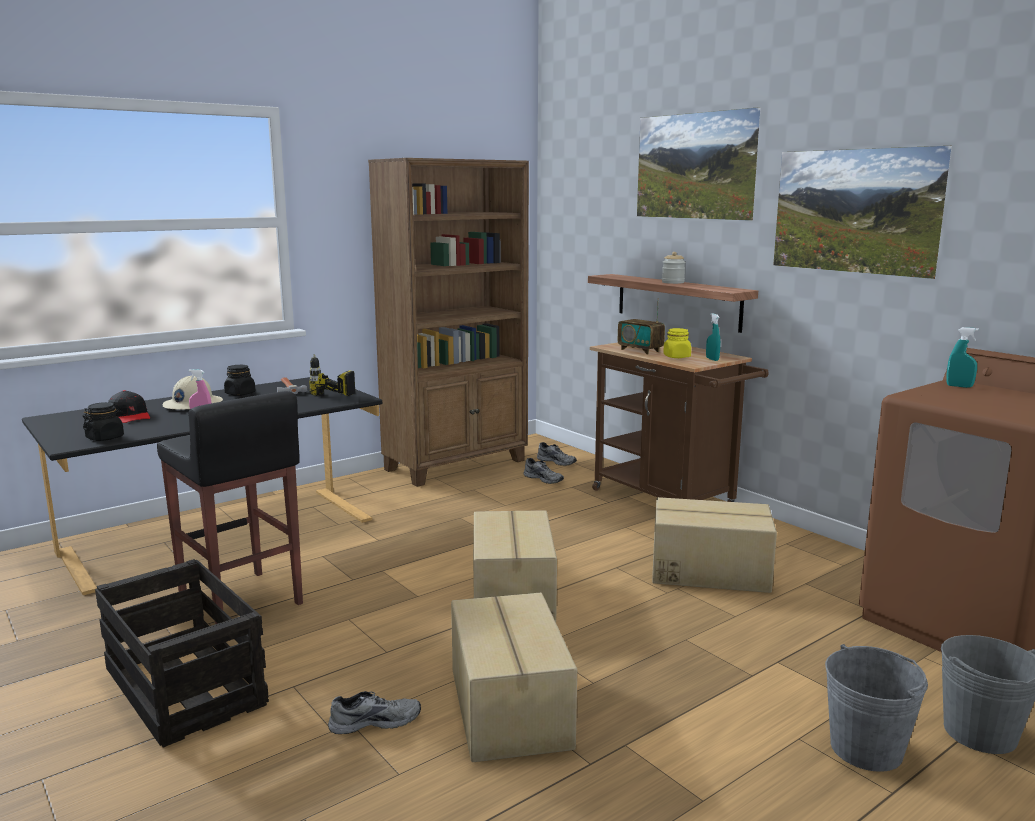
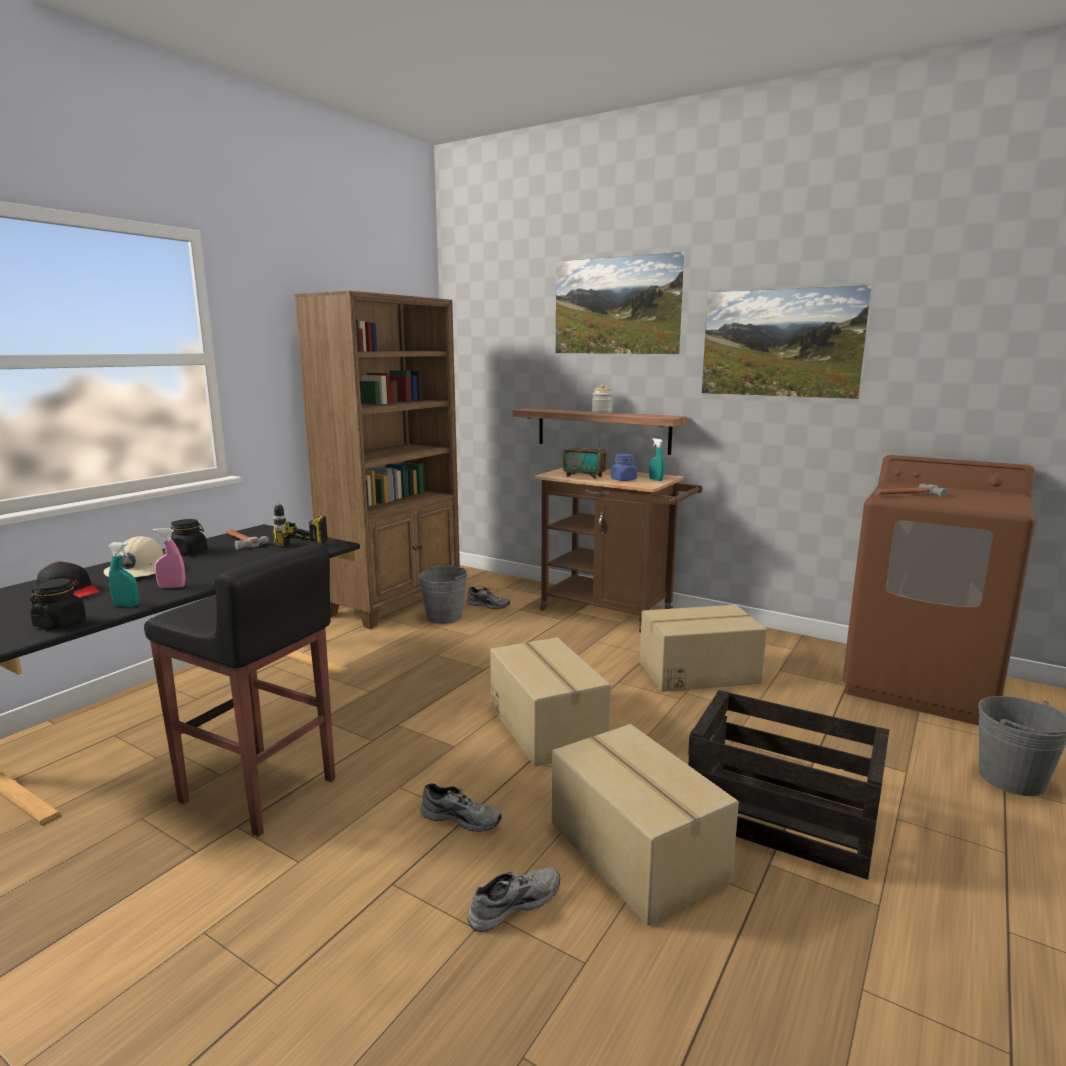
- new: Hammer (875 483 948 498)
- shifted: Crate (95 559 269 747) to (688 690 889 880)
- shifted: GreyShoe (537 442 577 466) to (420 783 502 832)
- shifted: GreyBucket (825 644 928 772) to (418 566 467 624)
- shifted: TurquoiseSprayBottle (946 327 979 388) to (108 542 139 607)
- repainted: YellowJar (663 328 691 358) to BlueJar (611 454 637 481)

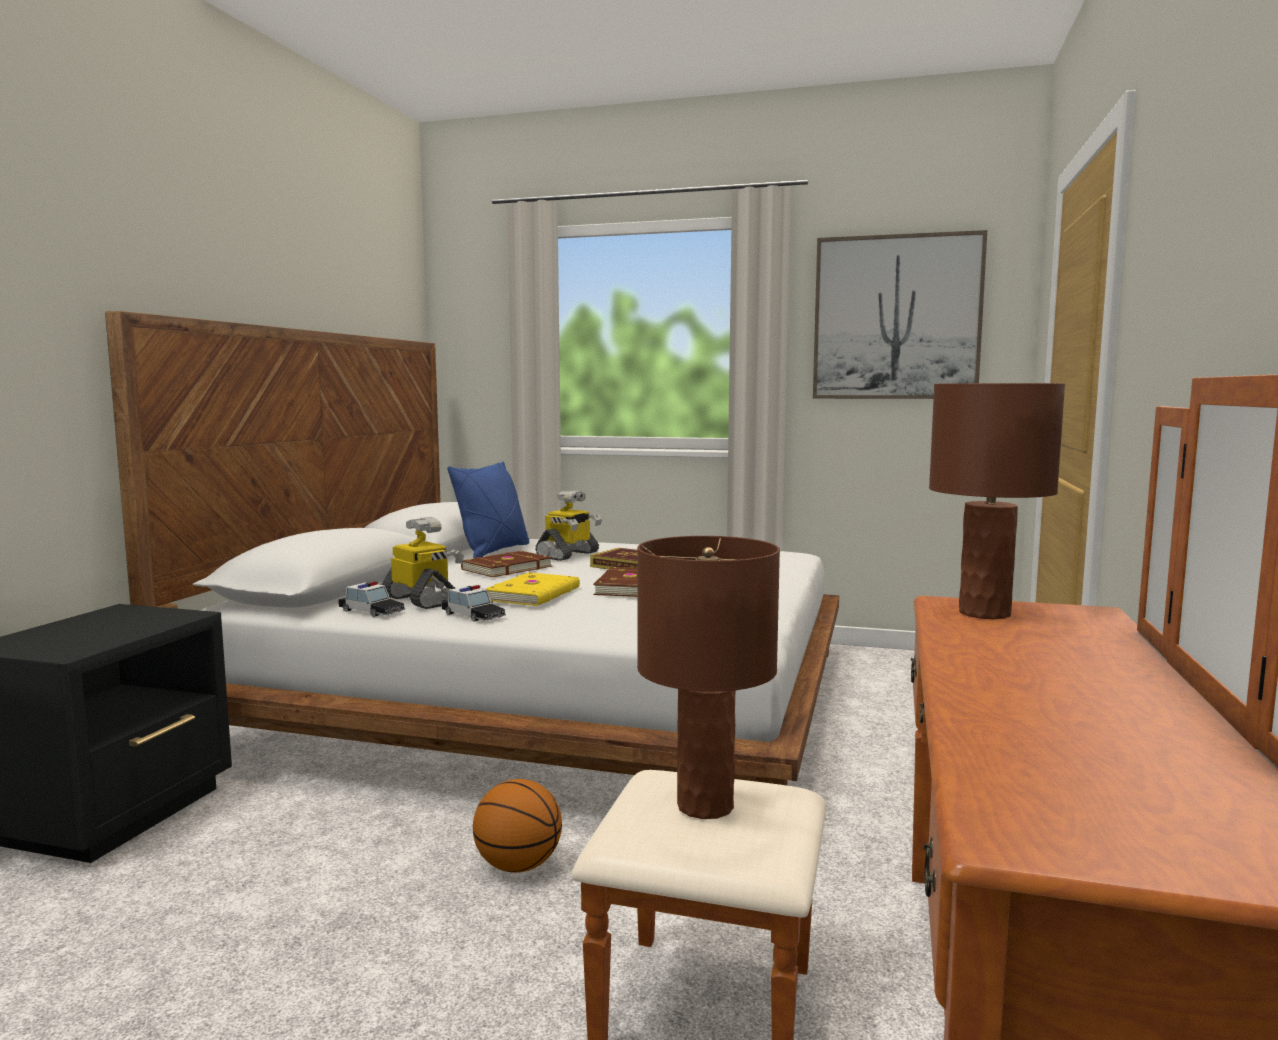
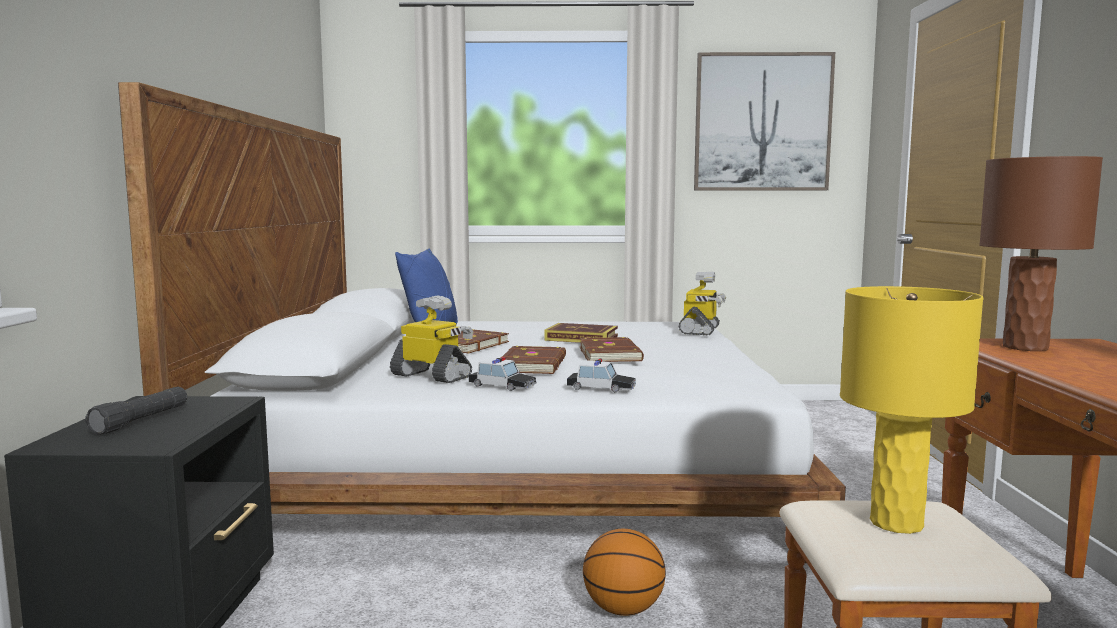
- new: BlackFlashlight (85 387 187 435)
- shifted: ToyCar (338 581 405 617) to (567 359 636 392)
- shifted: ToyRobot (535 490 602 561) to (678 272 726 335)
- repainted: YellowBook (486 572 580 606) to BrownBook (500 346 566 374)
- repainted: BrownTableLamp (637 536 780 819) to YellowTableLamp (840 286 984 534)

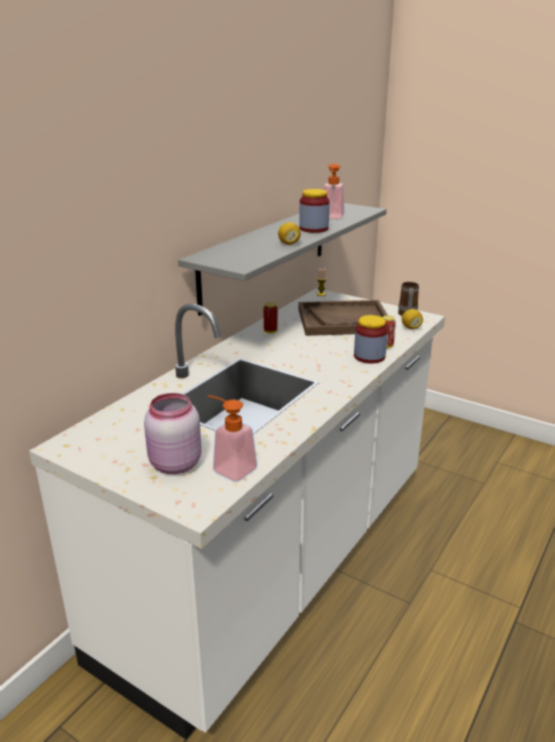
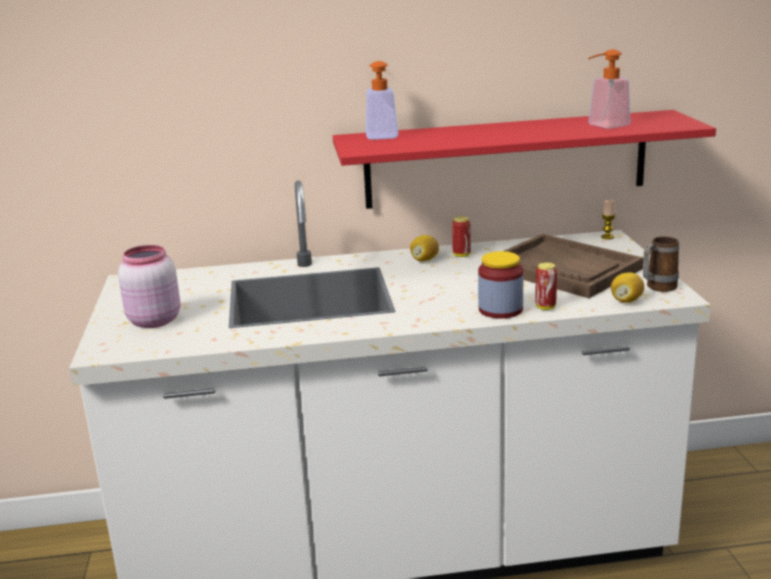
- gone: Jar (299 189 330 233)
- shifted: SoapDispenser (208 395 257 482) to (366 61 398 140)
- shifted: Lemon (278 222 301 245) to (410 235 439 262)
- repainted: GreyShelf (178 203 387 316) to RedShelf (333 110 716 209)

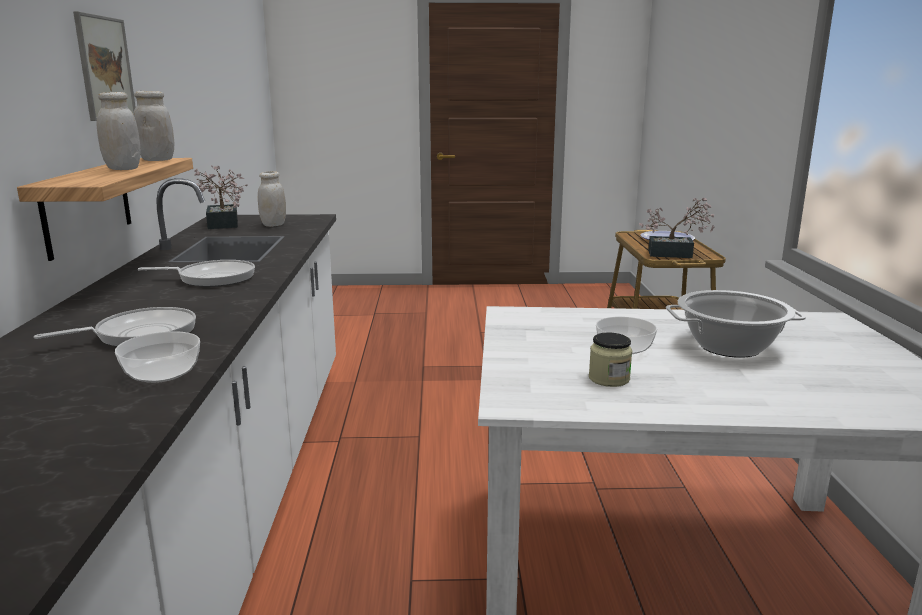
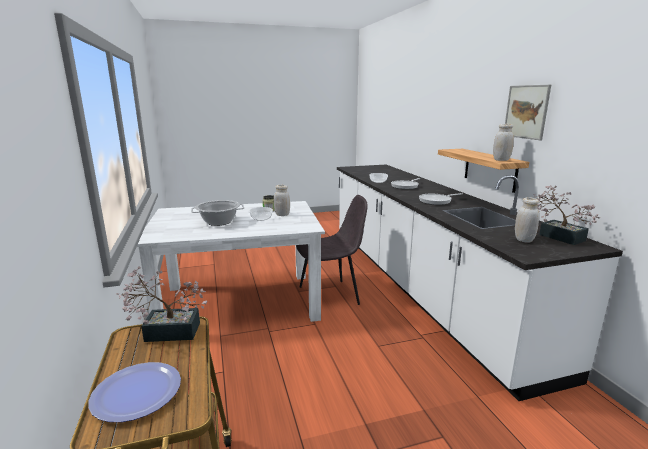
- new: GreyChair (296 195 368 305)
- shifted: WhiteJar (97 92 141 170) to (274 185 290 216)

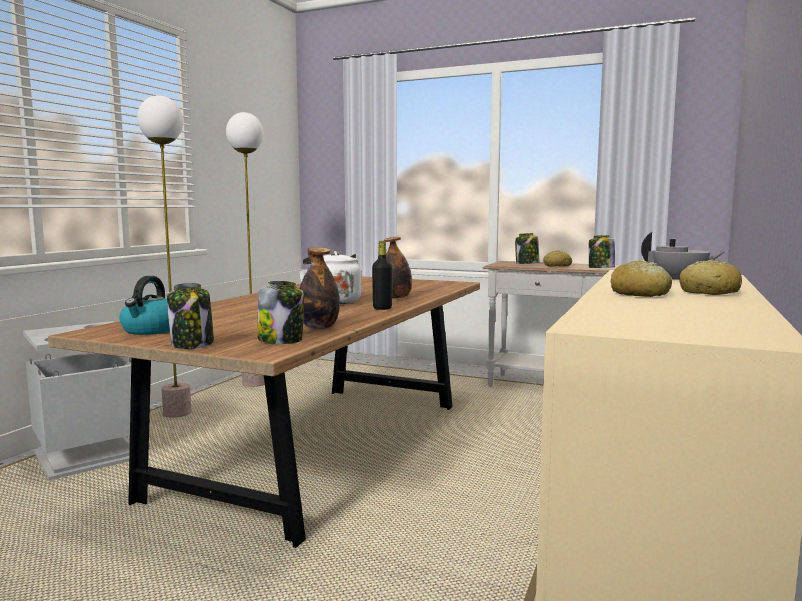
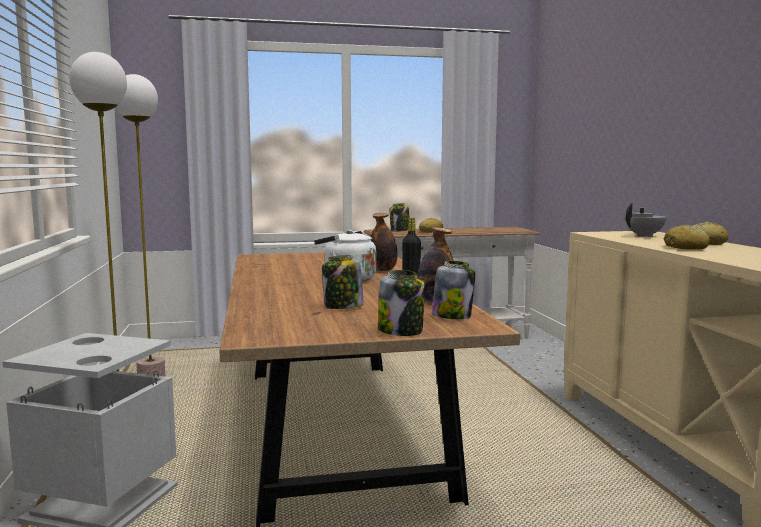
- gone: Kettle (119 276 170 335)
- shifted: Jar (589 235 615 268) to (322 255 364 309)

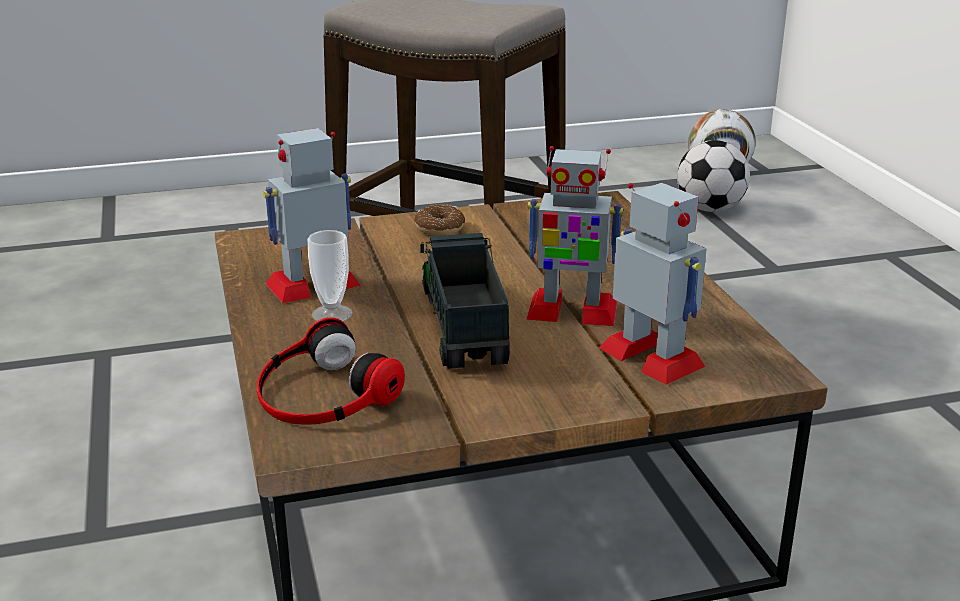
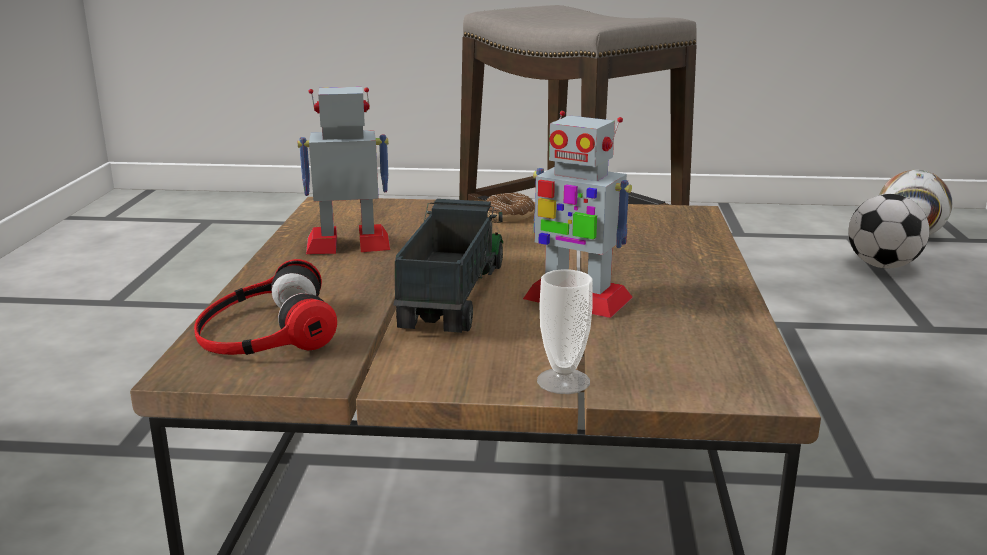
- gone: ToyRobot (599 183 706 385)
- shifted: Cup (308 230 352 321) to (537 269 593 394)

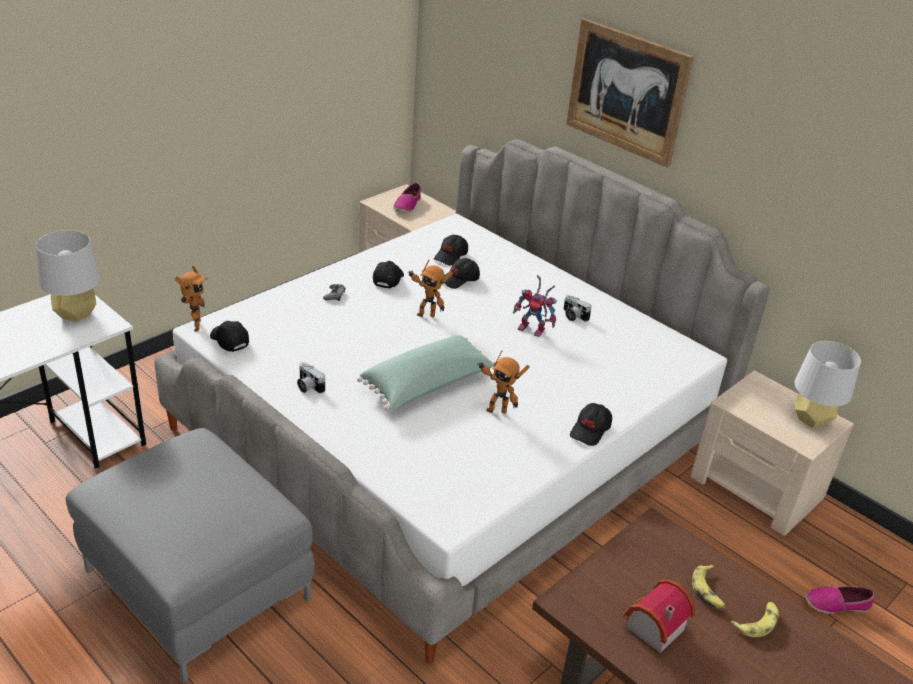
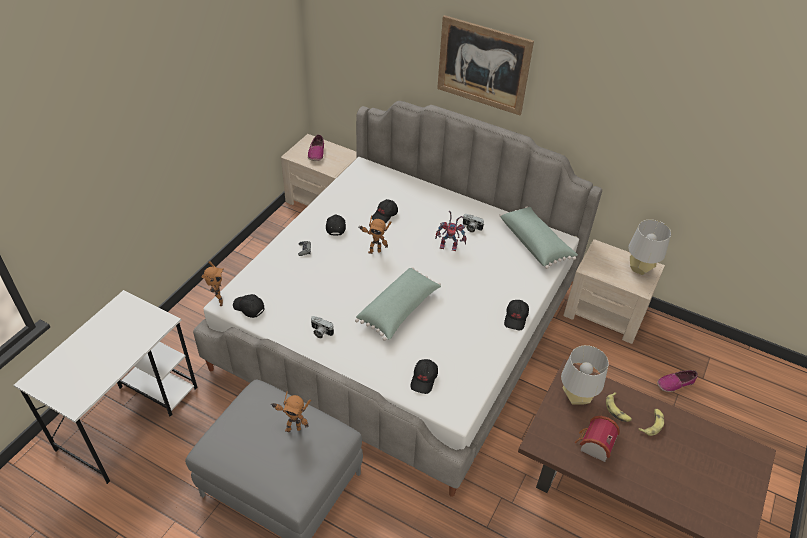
- new: GreenPillow (499 206 578 269)
- shifted: GreyTableLamp (36 230 100 322) to (561 345 609 405)
- shifted: BlackCap (434 235 468 265) to (410 359 438 394)
- shifted: ToyRobot (477 350 530 414) to (272 391 311 432)

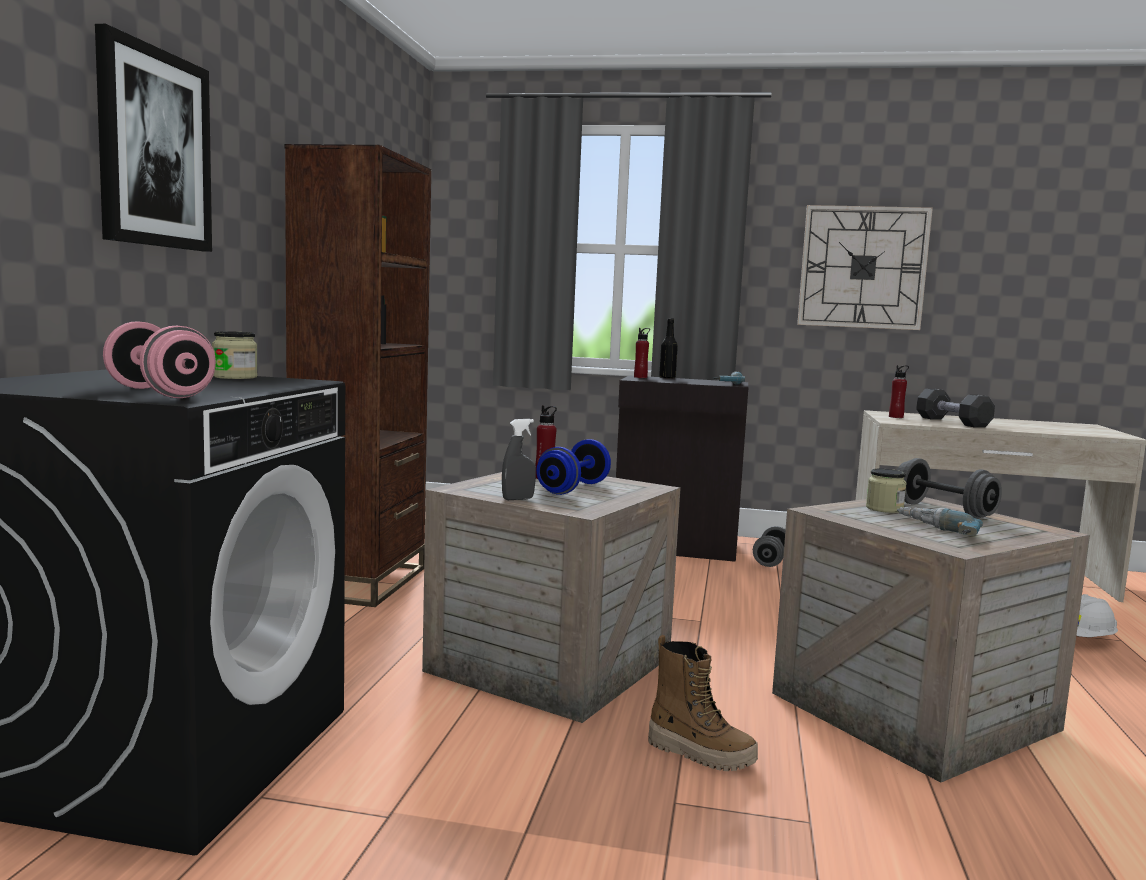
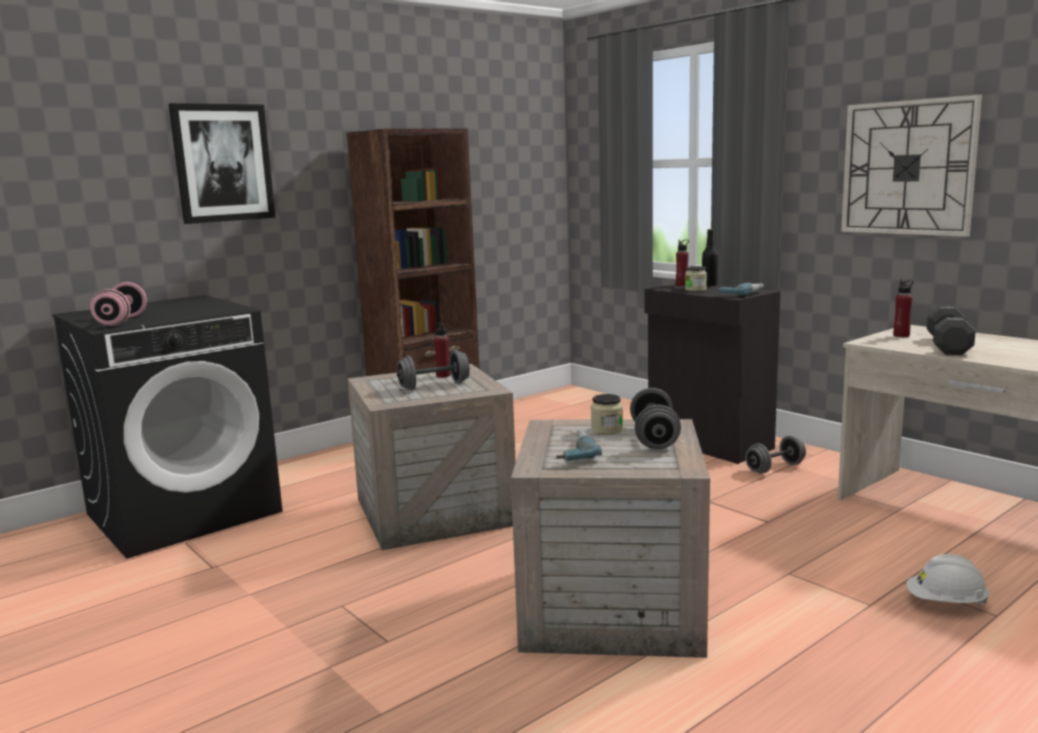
- gone: GreySprayBottle (502 419 536 500)
- gone: Boot (648 635 758 771)
- shifted: Jar (212 331 258 379) to (685 266 707 291)
- repainted: BlueDumbbell (536 439 611 495) to GreyDumbbell (397 350 470 390)

